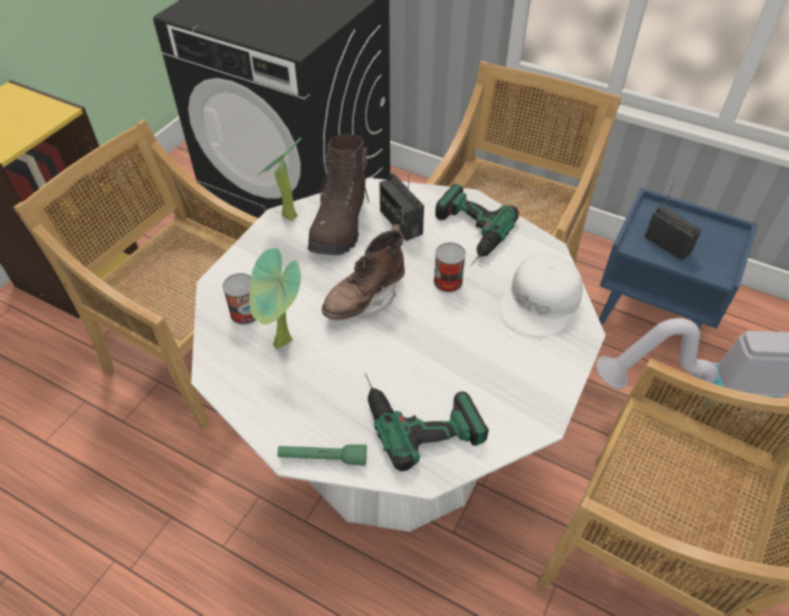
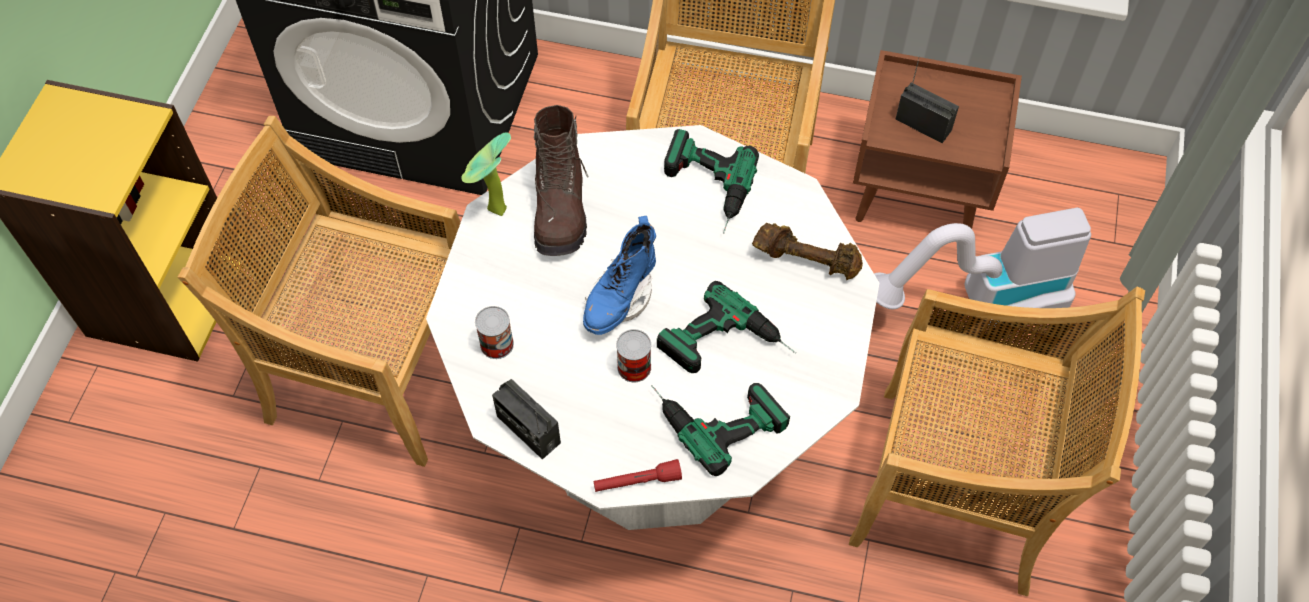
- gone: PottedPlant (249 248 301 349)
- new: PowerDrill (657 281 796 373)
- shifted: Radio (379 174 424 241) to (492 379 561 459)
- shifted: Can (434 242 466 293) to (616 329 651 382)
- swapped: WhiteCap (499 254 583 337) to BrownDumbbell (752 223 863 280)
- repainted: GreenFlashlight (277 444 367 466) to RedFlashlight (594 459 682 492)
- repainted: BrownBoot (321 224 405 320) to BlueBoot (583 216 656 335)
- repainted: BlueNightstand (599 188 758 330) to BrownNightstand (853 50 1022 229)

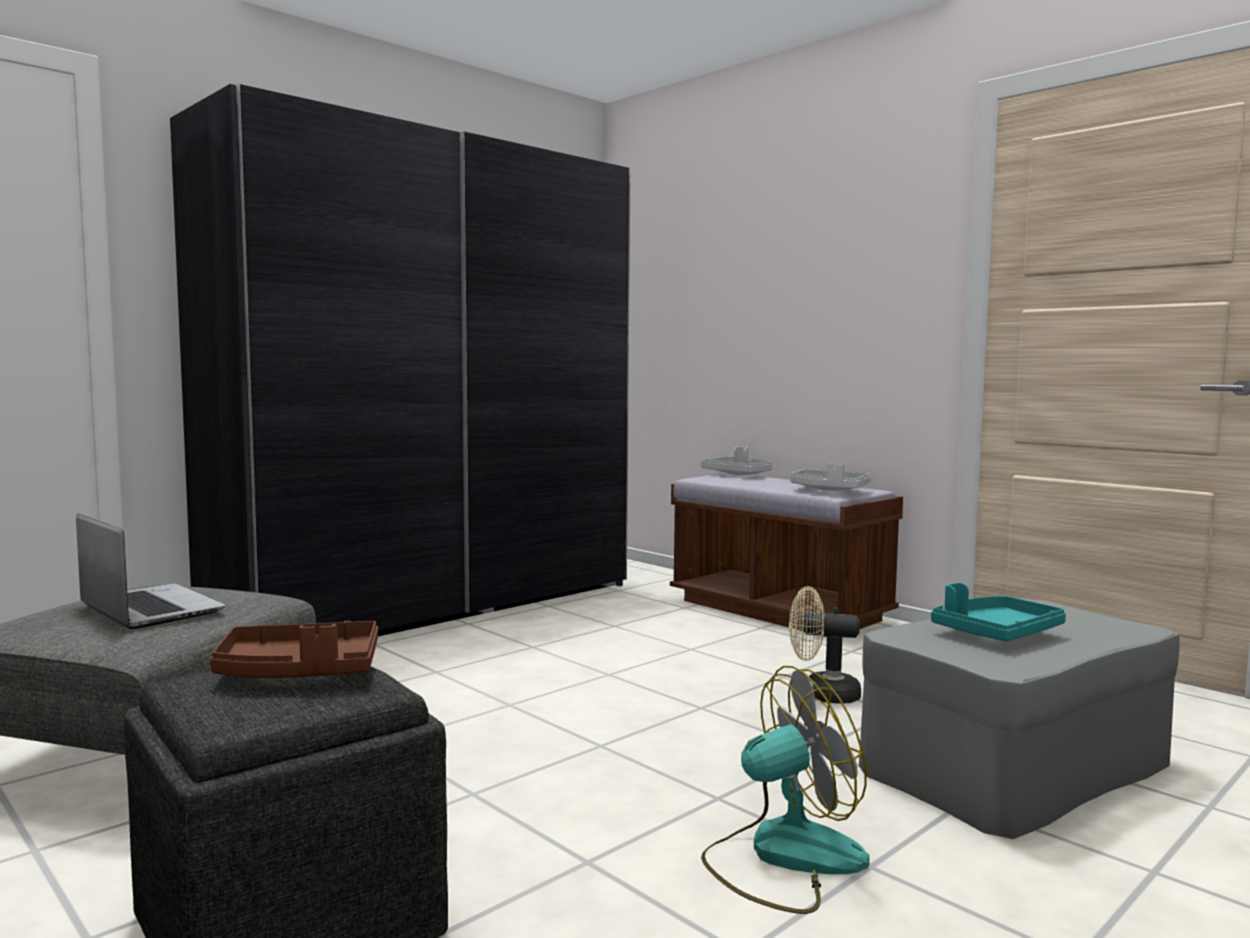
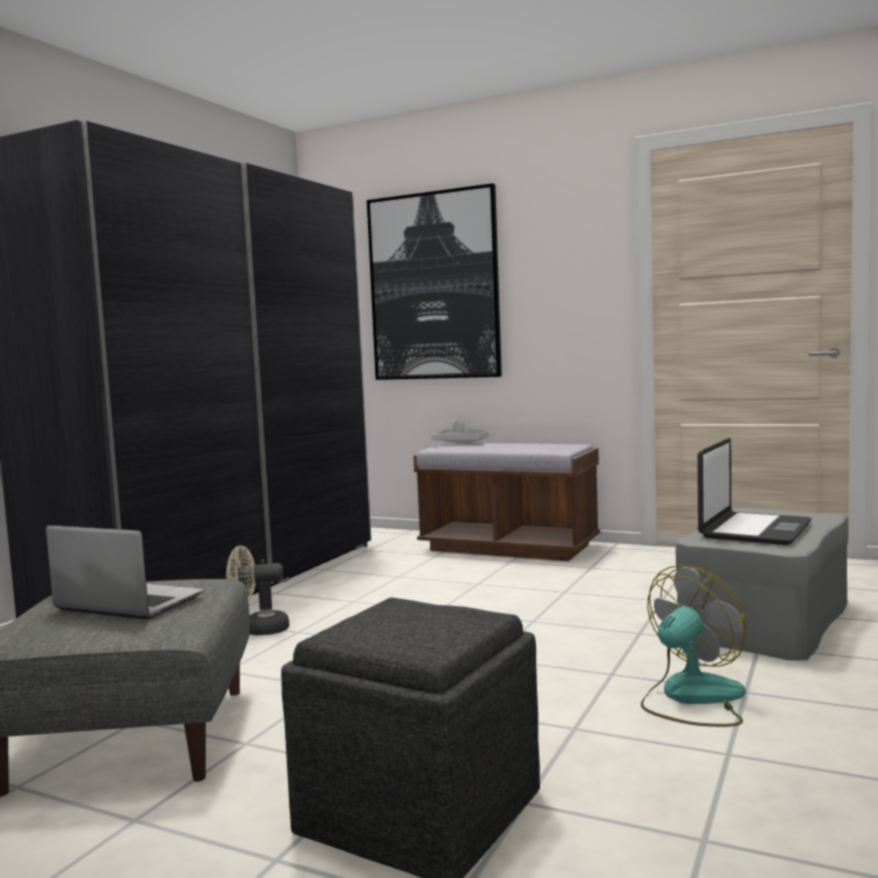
- gone: BrownTray (210 621 378 678)
- gone: GreyTray (790 463 871 491)
- new: Picture (367 183 502 380)
- shifted: BeigeFan (789 587 861 703) to (226 545 289 635)
- swapped: TurquoiseTray (931 582 1066 641) to Laptop (697 438 812 545)

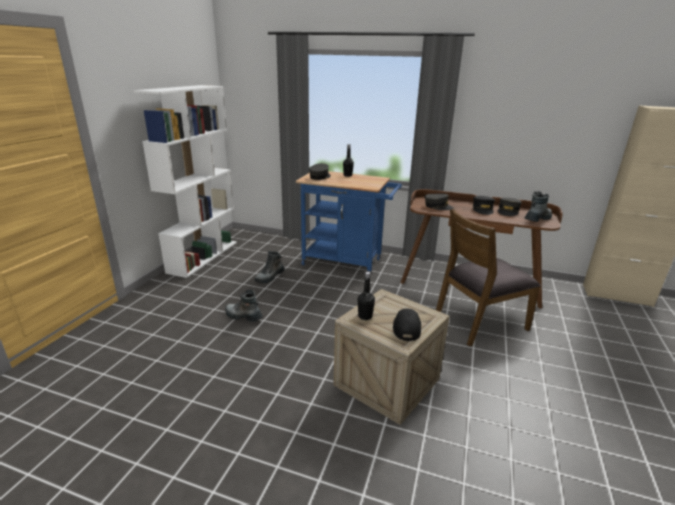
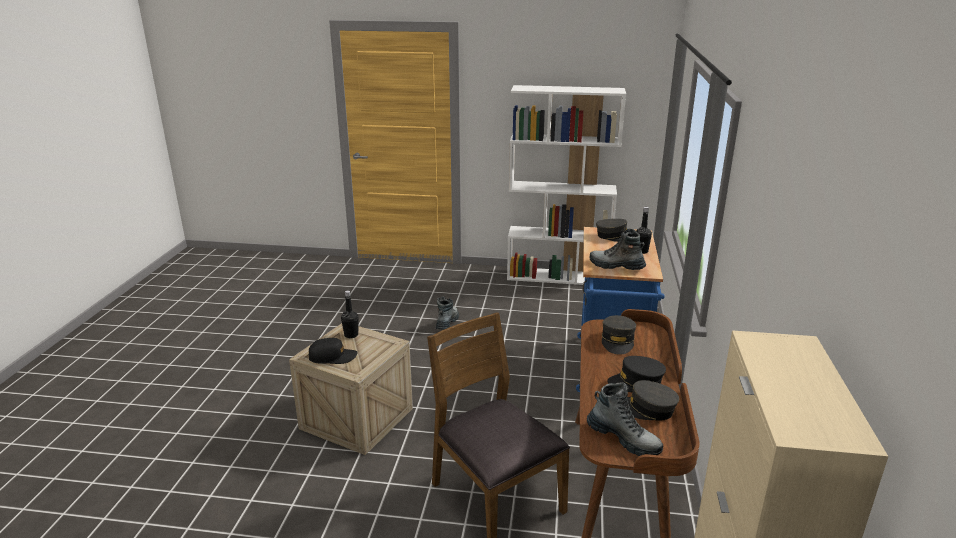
- shifted: Boot (254 251 285 283) to (589 229 646 270)

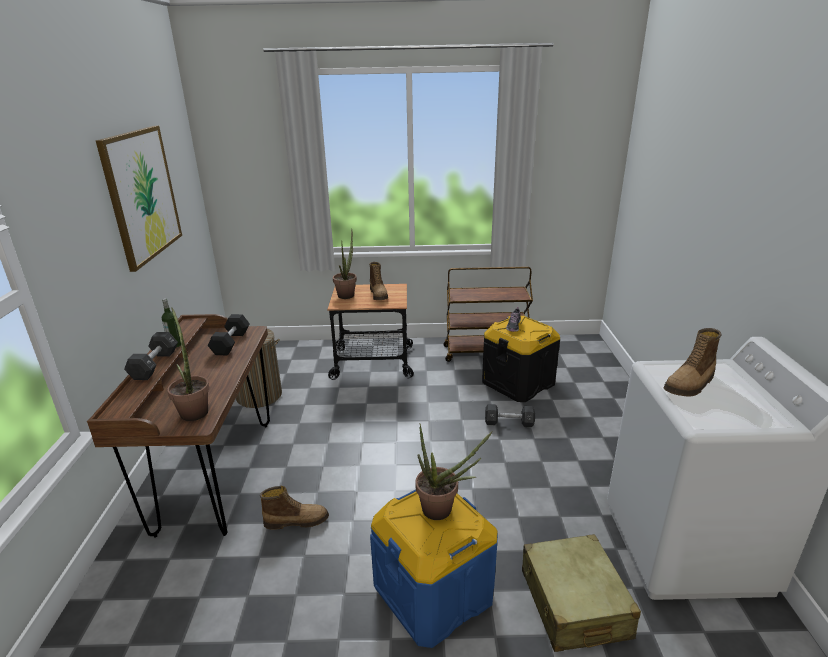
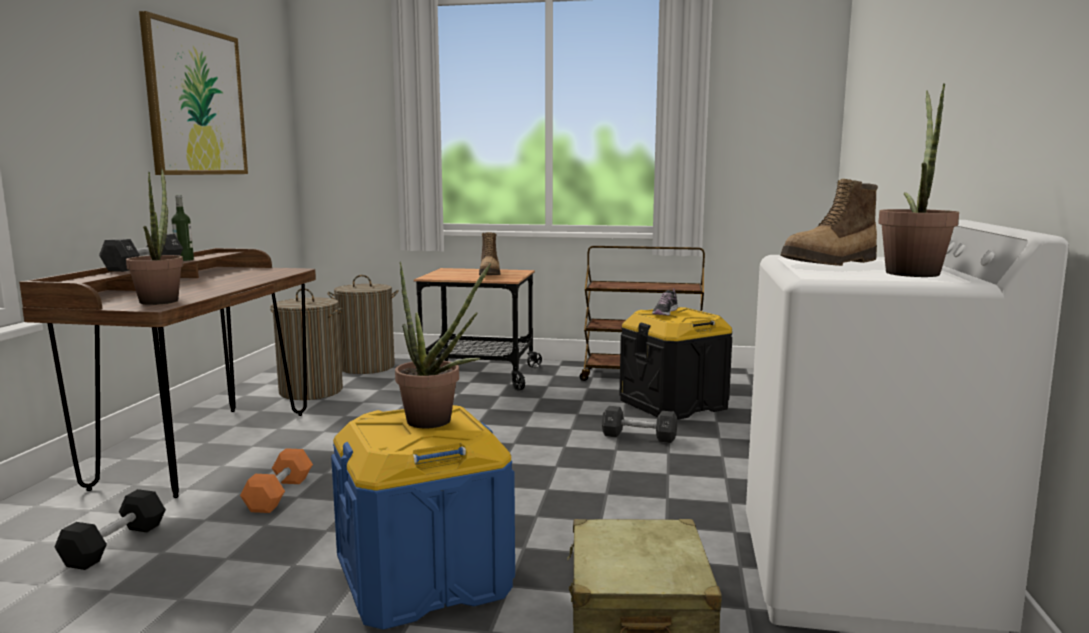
- new: LaundryBasket (327 275 399 374)
- shifted: BlackDumbbell (208 314 250 355) to (55 489 166 570)
- shifted: PottedPlant (333 229 357 299) to (878 83 959 277)
- swapped: Boot (260 486 329 530) to OrangeDumbbell (240 448 313 513)

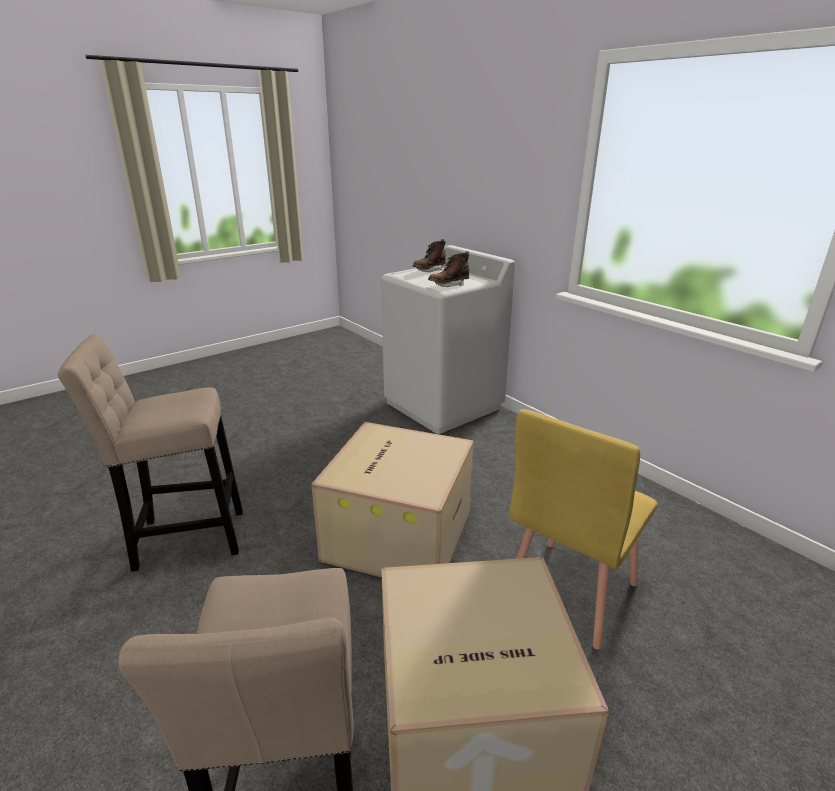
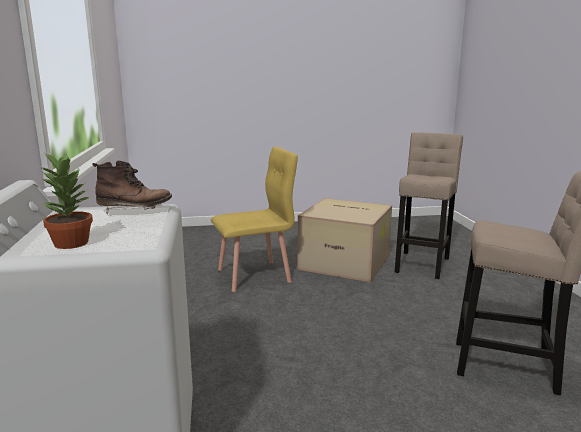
- gone: CardboardBox (311 422 474 578)
- swapped: BrownBoot (413 239 446 272) to PottedPlant (38 152 93 249)

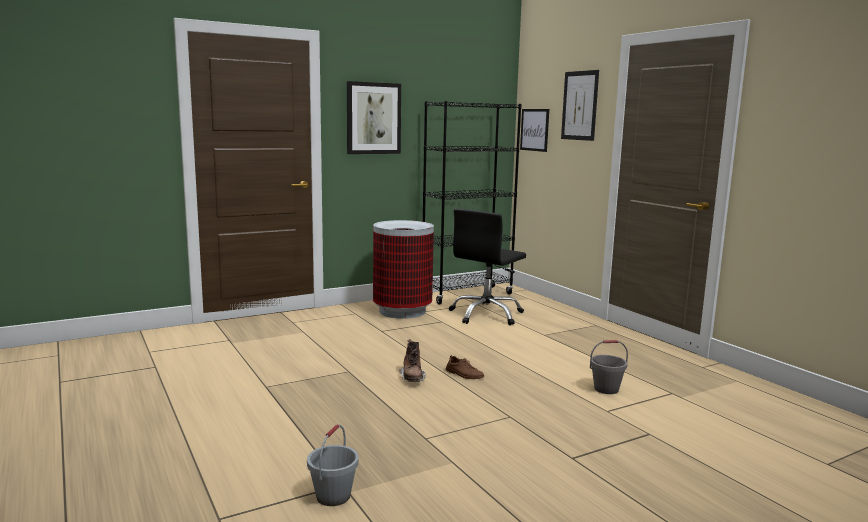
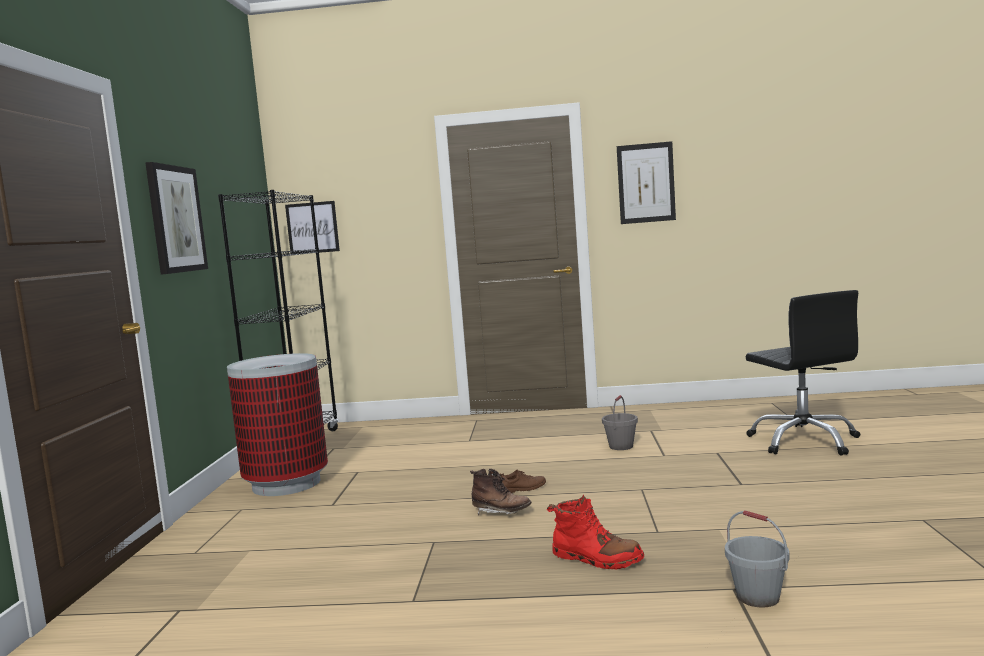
- new: RedBoot (547 495 644 570)
- shifted: BlackOfficeChair (449 209 526 325) to (746 290 860 456)
- shifted: Picture (561 70 599 141) to (617 141 676 224)

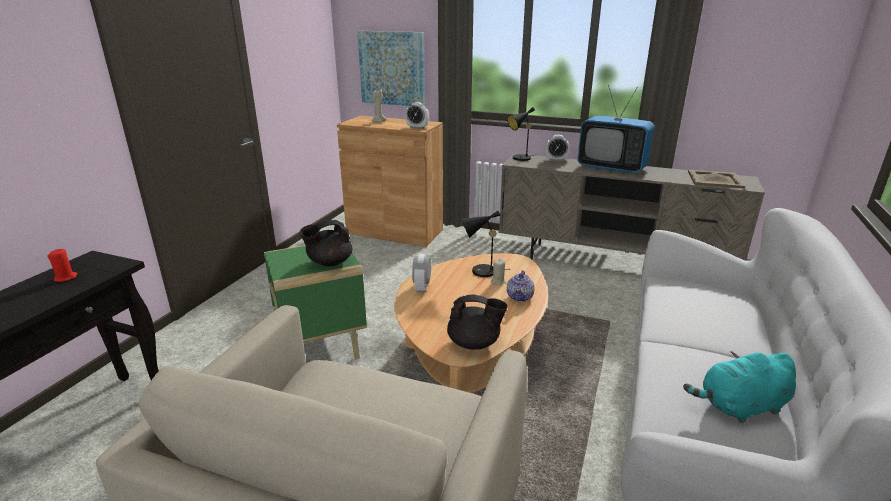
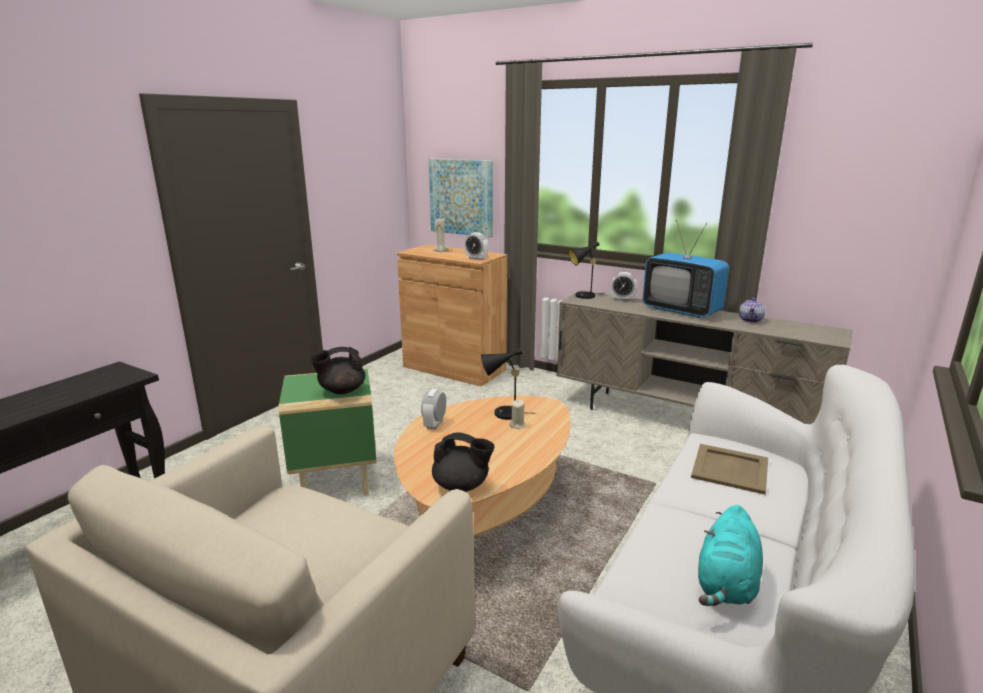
- gone: RedCandle (47 249 78 282)
- shifted: Teapot (507 270 534 302) to (739 298 765 323)
- shifted: BeigeTray (688 170 745 188) to (691 444 768 495)
- rotated: TurquoisePlushToy (683 351 796 423) = (698 505 763 606) 60 degrees counterclockwise

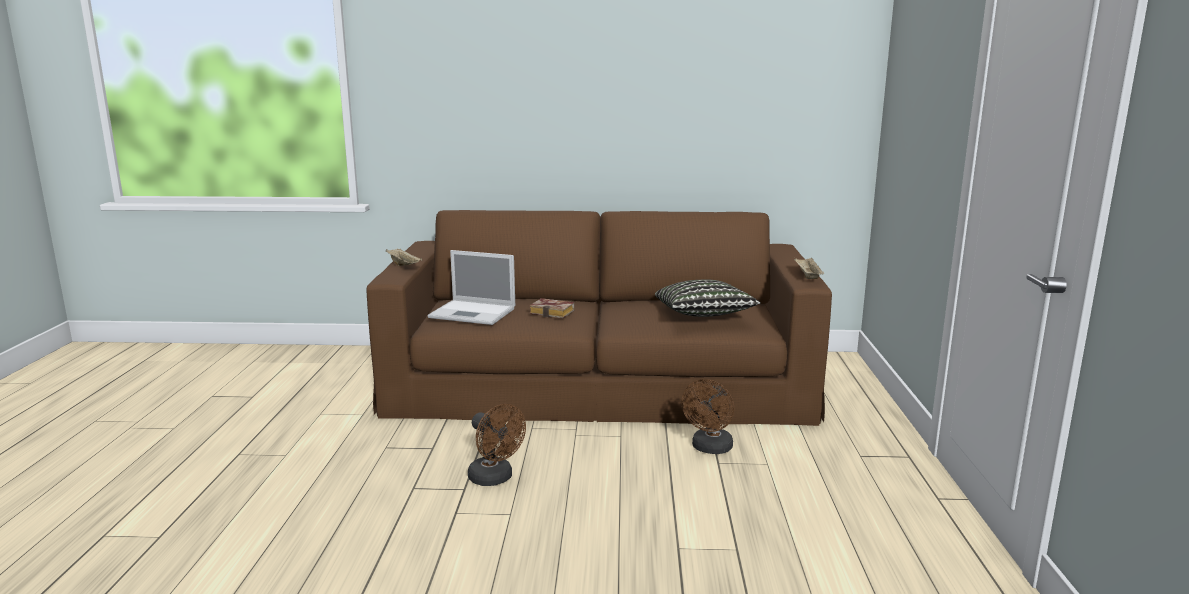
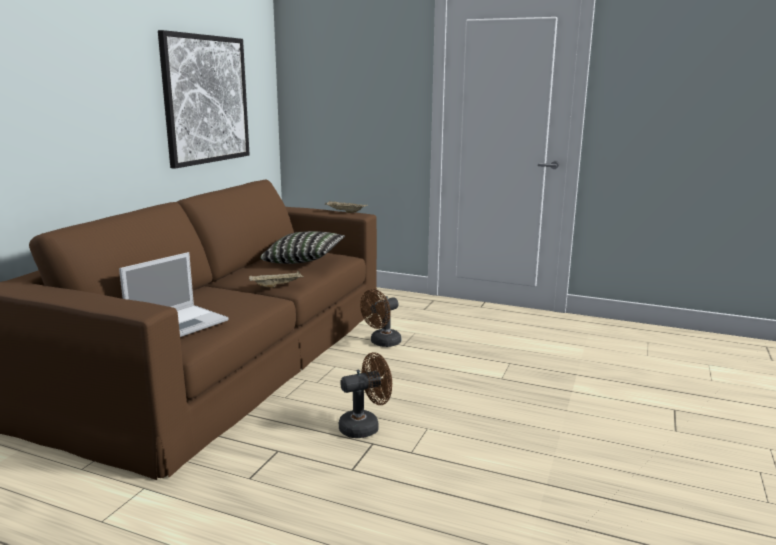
- gone: Book (529 298 574 318)
- new: Picture (158 30 250 169)
- shifted: BeigeTray (386 248 422 266) to (249 271 304 288)
- rotated: BrownFan (681 379 734 454) = (360 289 401 347) 90 degrees clockwise

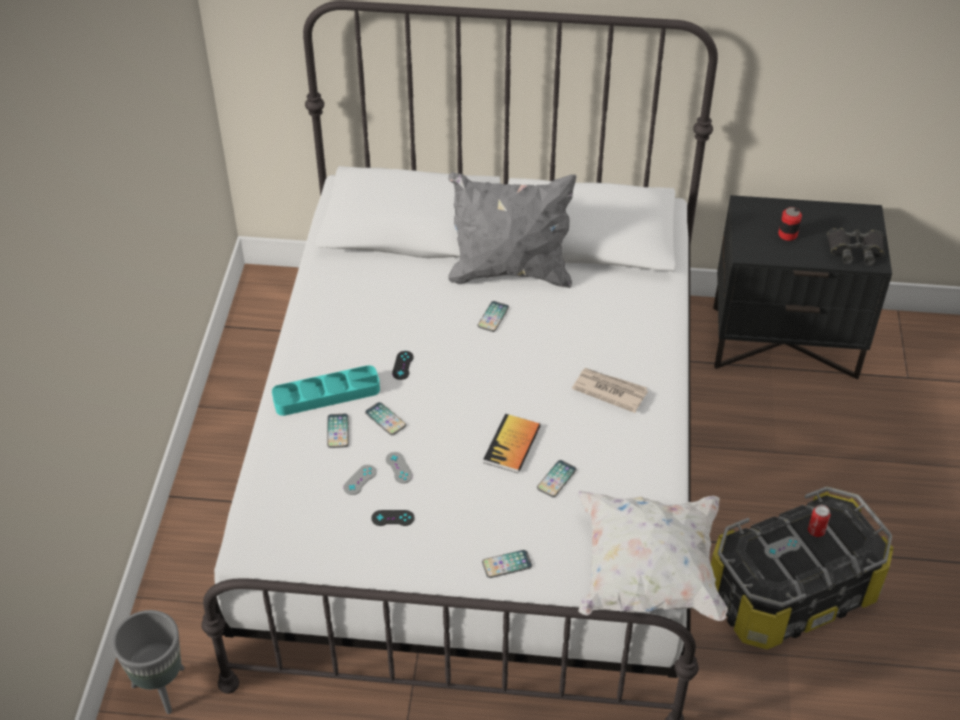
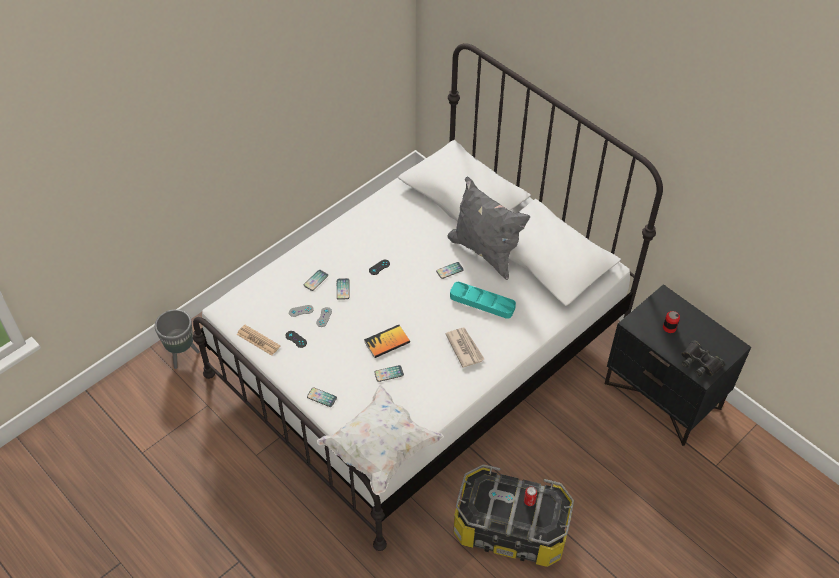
- new: Newspaper (237 325 280 356)
- shifted: TurquoiseTray (272 365 380 416) to (450 282 516 319)

